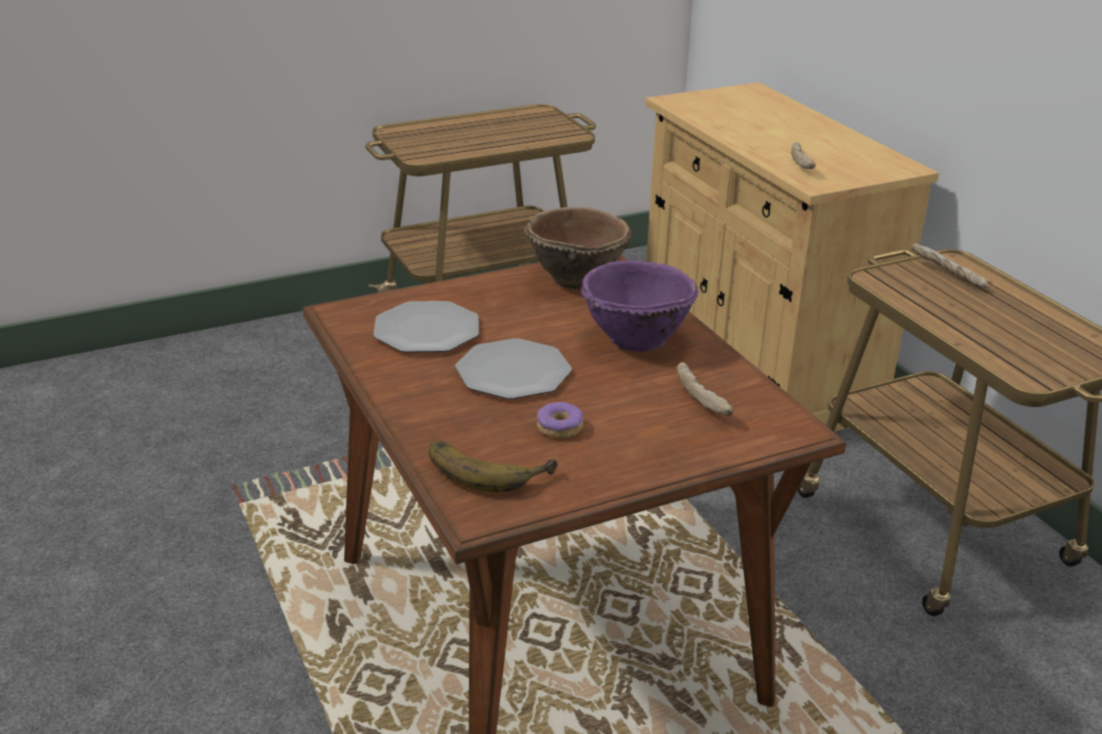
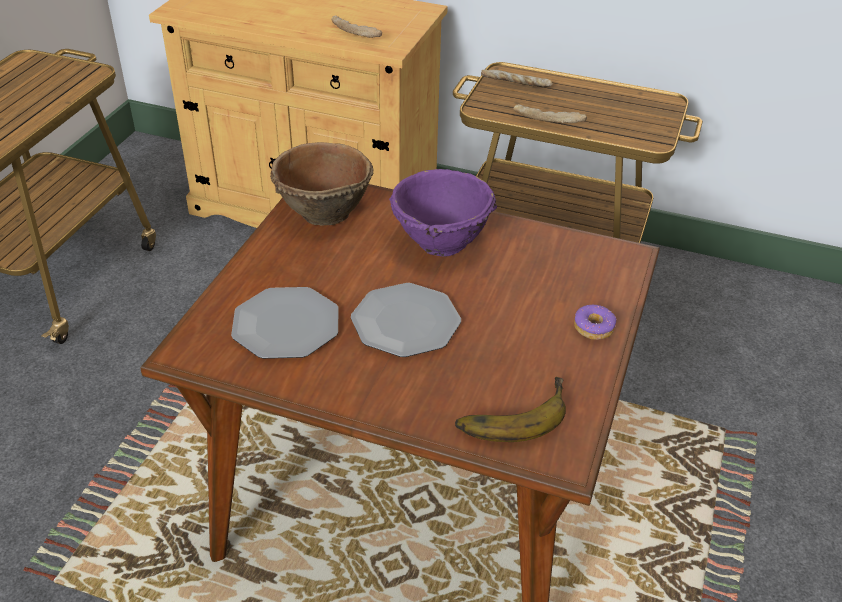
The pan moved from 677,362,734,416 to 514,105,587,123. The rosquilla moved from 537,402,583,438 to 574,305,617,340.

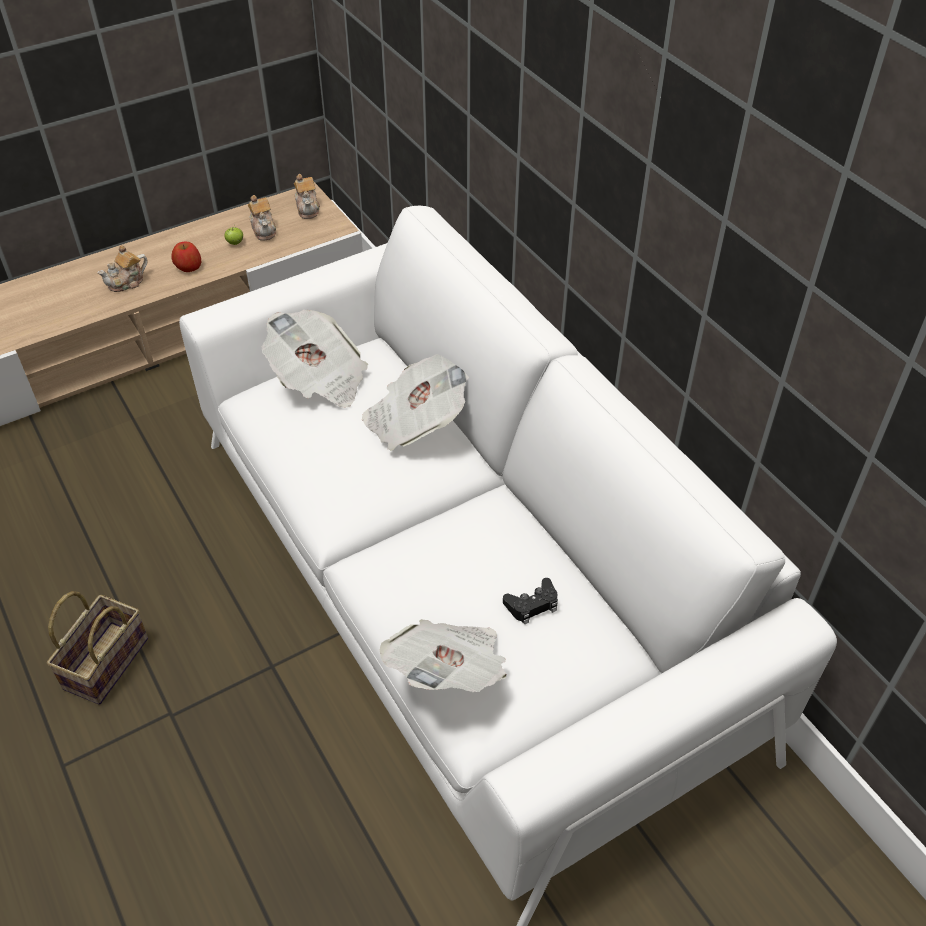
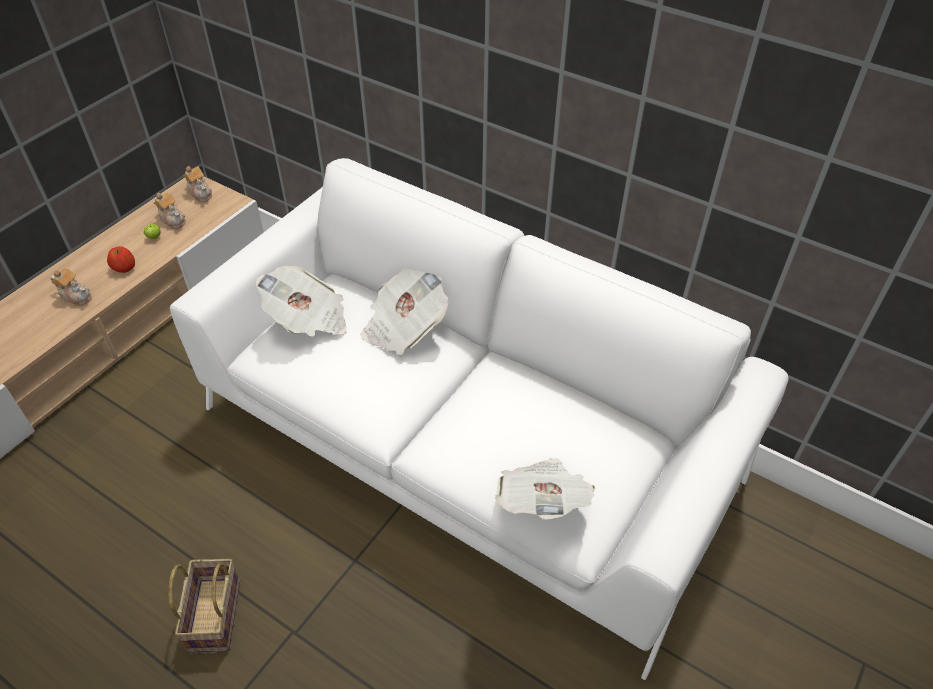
The tetera at 98,245,148,292 turned 90 degrees counterclockwise. The mando de consola [negro] at 503,578,558,624 disappeared.

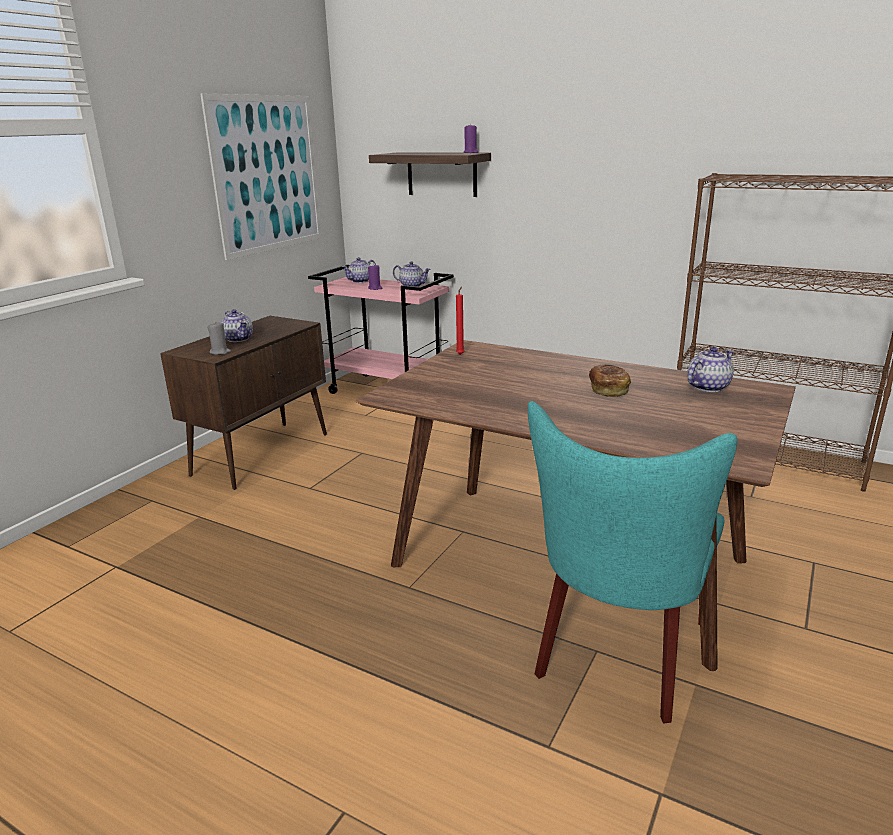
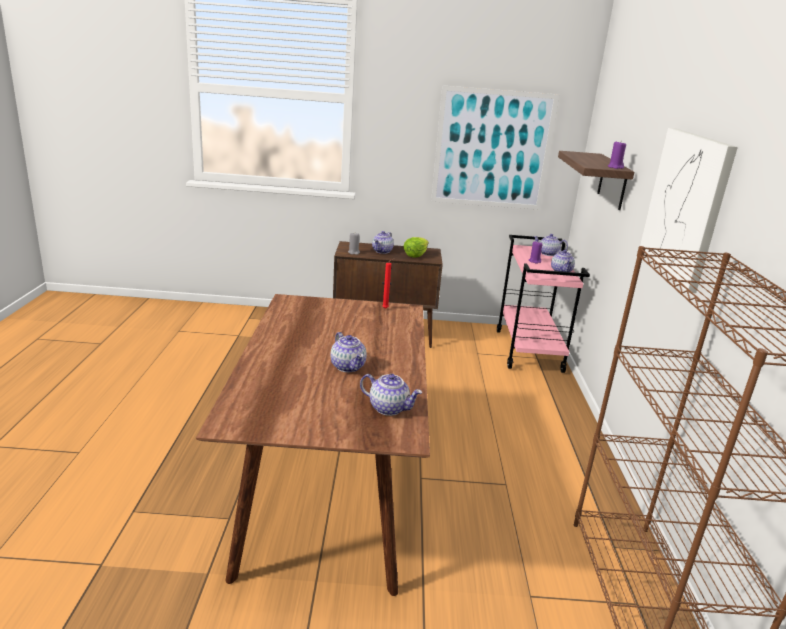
The pan at 589,364,631,397 was replaced by the tetera at 330,332,367,372. The lechuga at 403,237,429,258 appeared. The cuadro at 640,128,738,293 appeared. The silla [turquesa] at 528,401,737,723 disappeared.

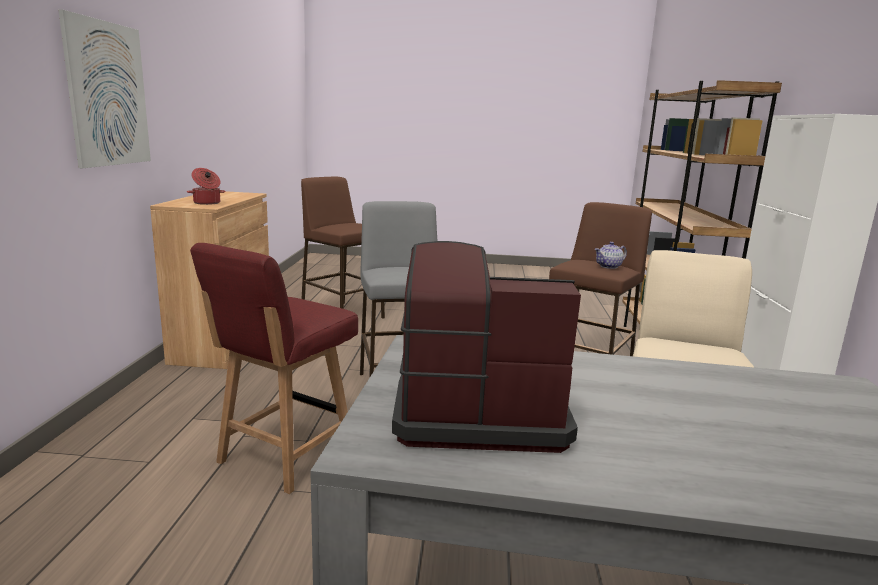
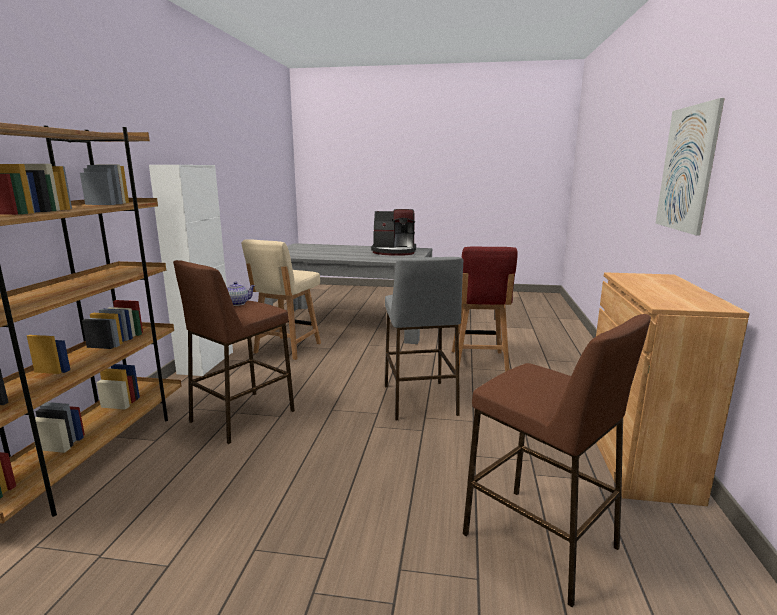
The silla [rojo] at 190,243,358,494 turned 150 degrees clockwise. The olla at 187,168,226,205 disappeared.

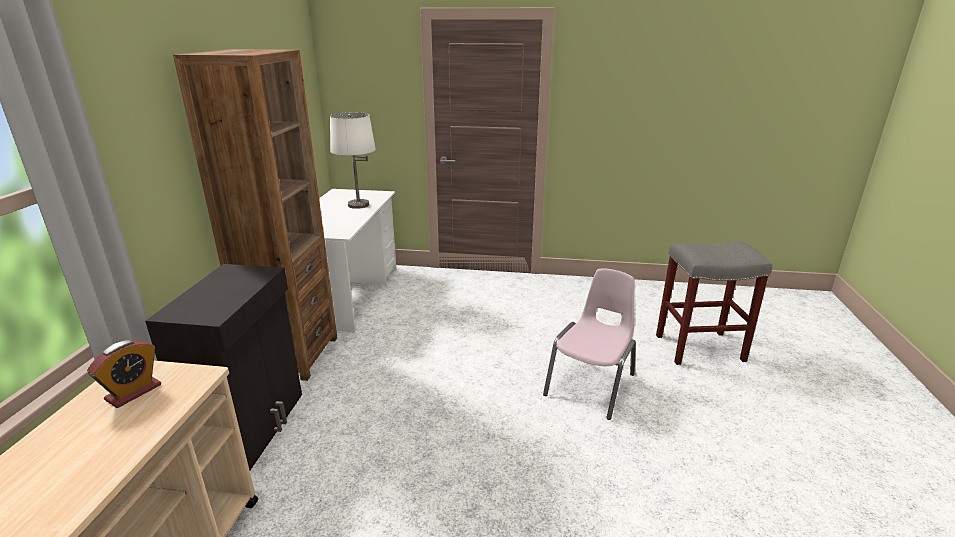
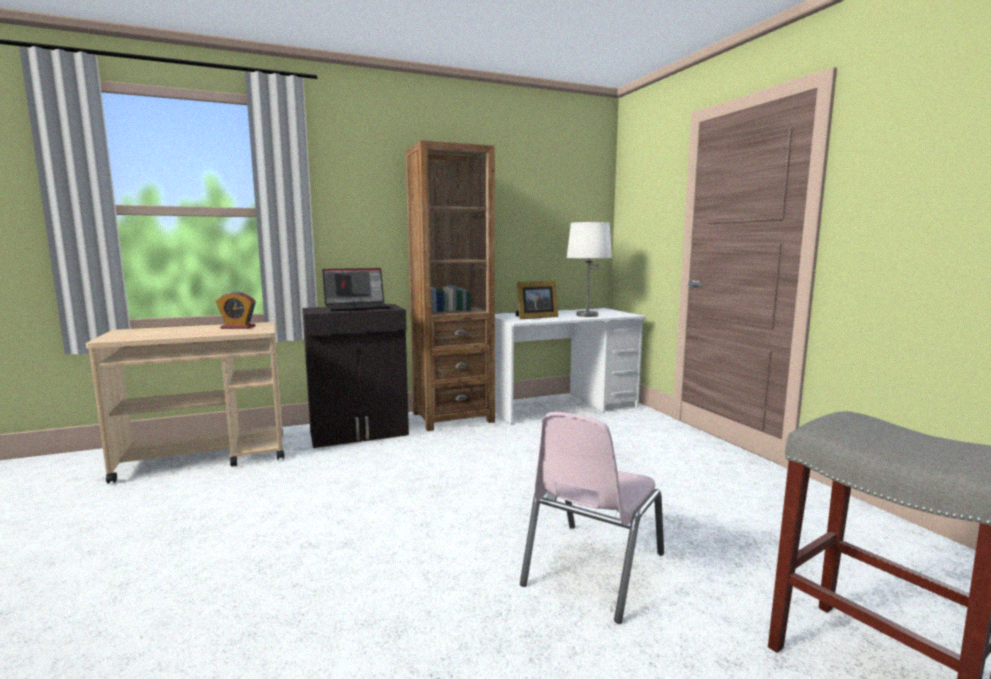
The portátil at 322,268,391,311 appeared. The portarretratos at 516,281,558,319 appeared. The silla [rosa] at 543,268,636,420 turned 120 degrees clockwise.

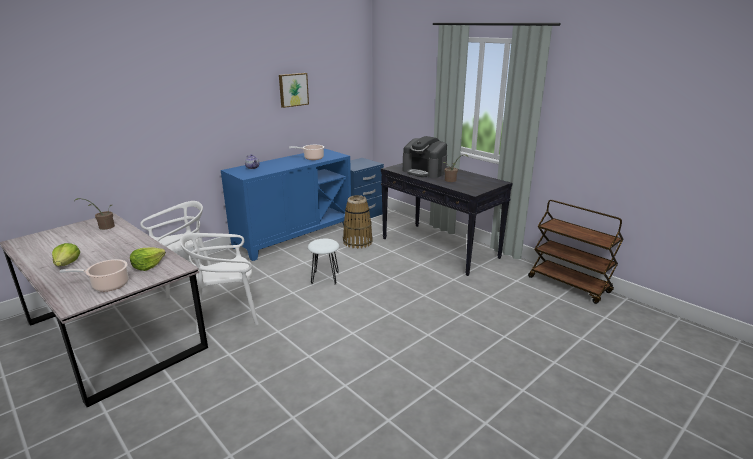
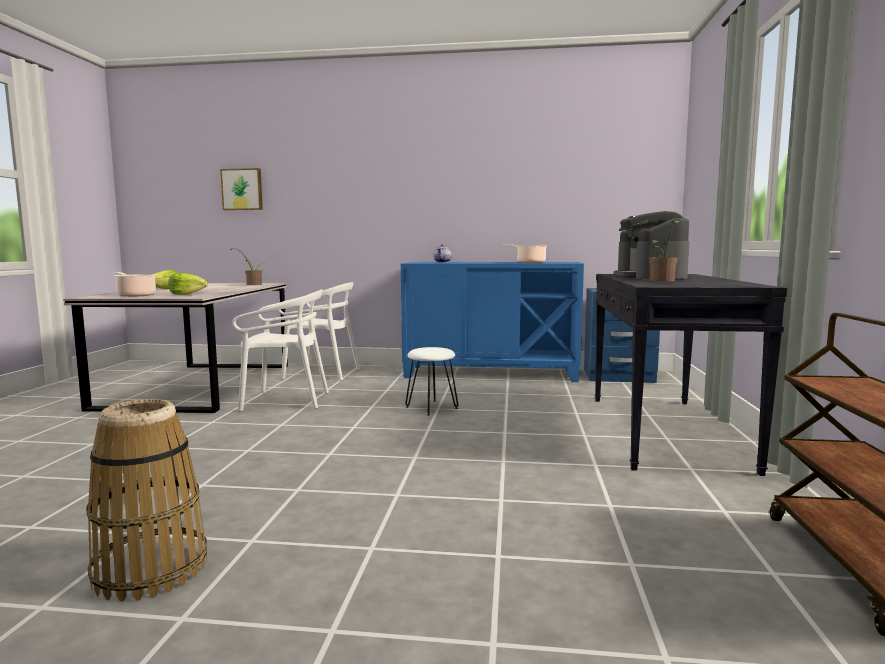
The cesta moved from 343,195,373,249 to 86,399,207,602. The cuadro moved from 279,73,309,108 to 220,168,263,210. The silla [blanco] at 180,233,259,333 turned 150 degrees clockwise.

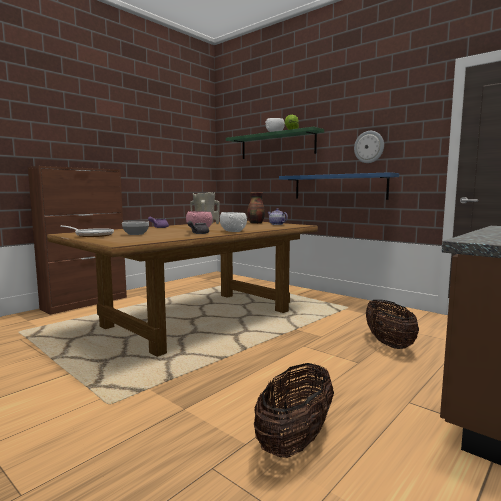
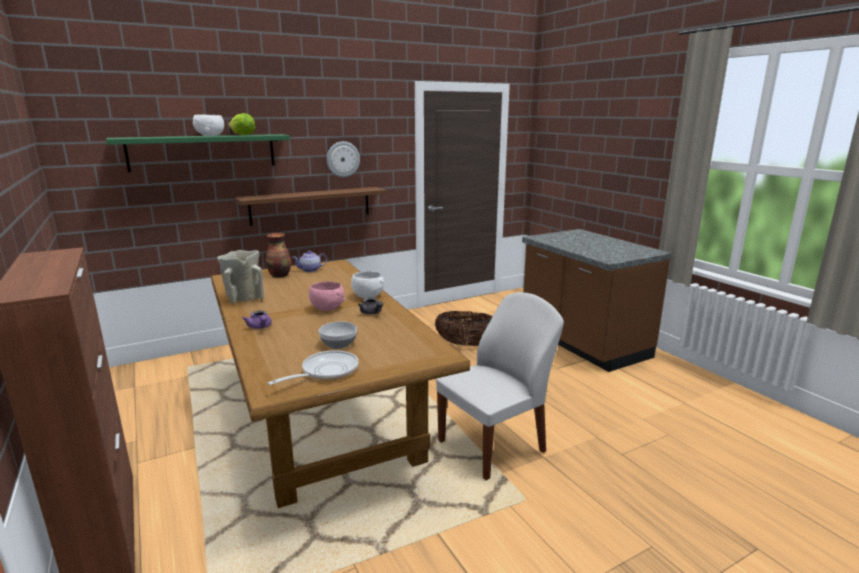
The estante [azul] at 279,172,399,200 became the estante [marrón] at 235,187,386,226. The silla [blanco] at 436,292,564,480 appeared. The cesta at 254,363,334,458 disappeared.

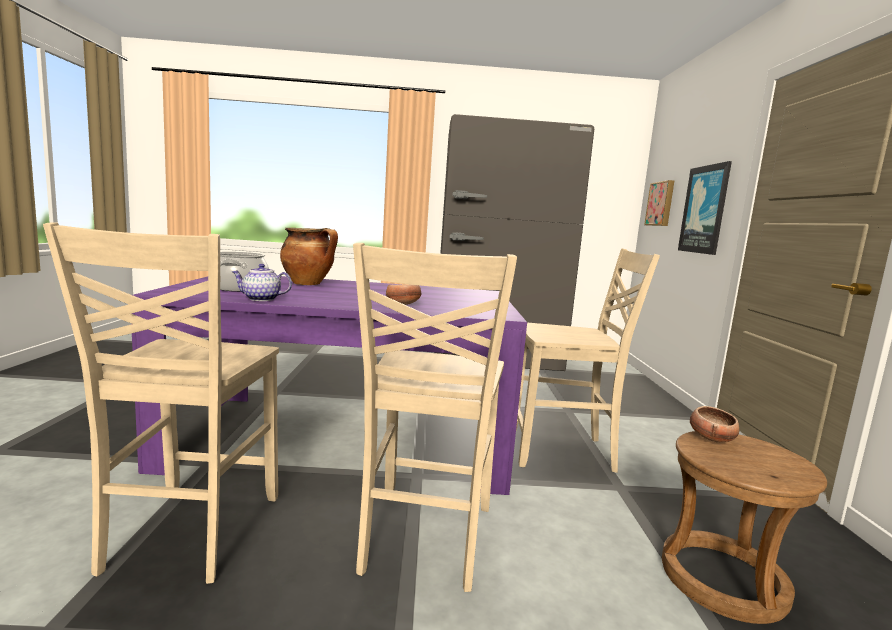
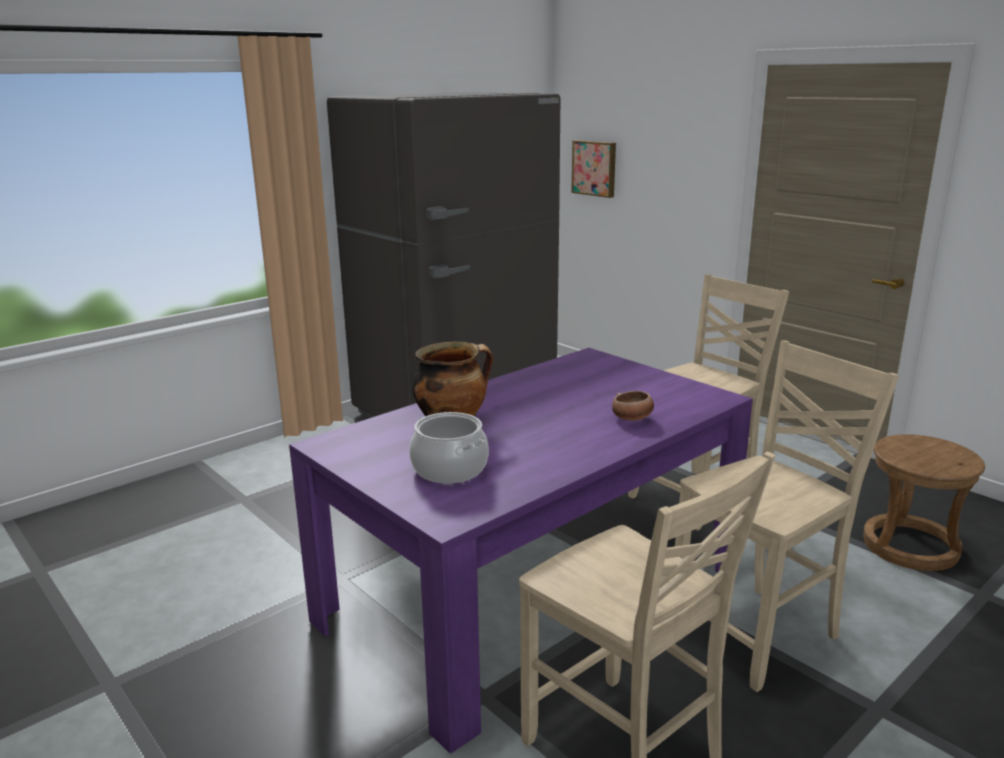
The silla [beis] at 353,243,517,592 turned 90 degrees counterclockwise. The tetera at 232,264,292,301 disappeared. The cuadro at 678,161,732,255 disappeared. The cuenco at 690,406,739,442 disappeared.

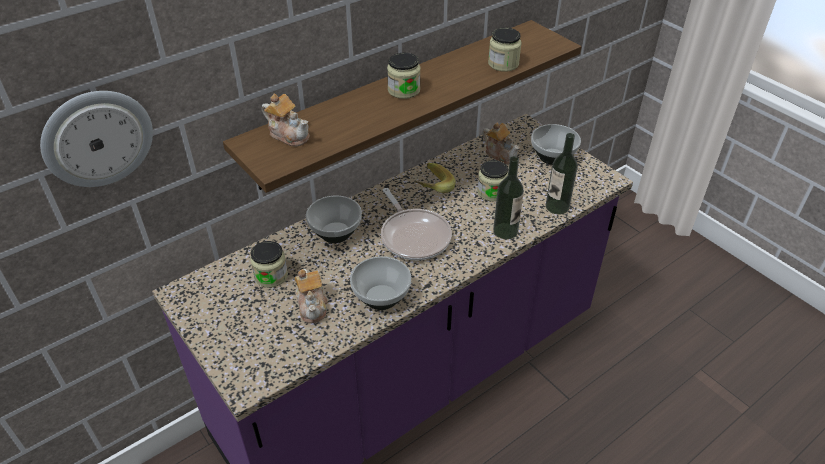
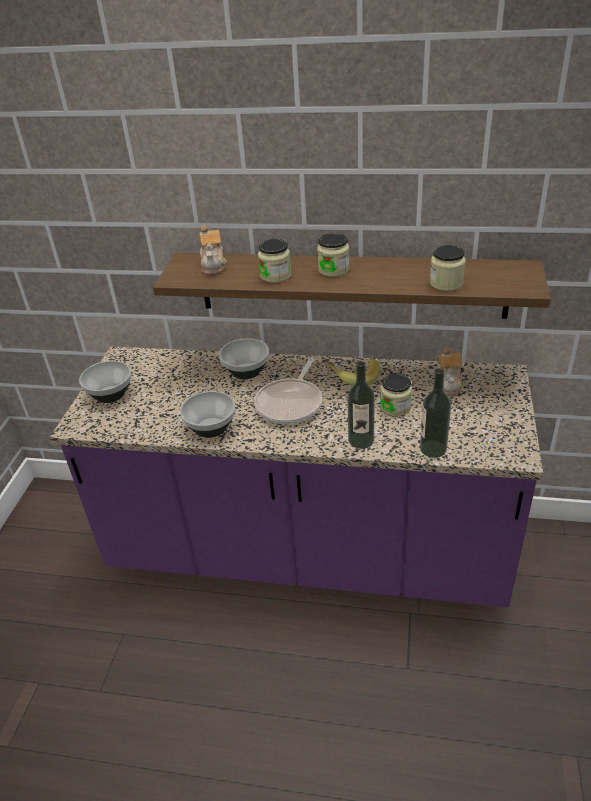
The cuenco moved from 531,124,581,165 to 79,361,131,403. The tarro moved from 250,241,288,288 to 258,239,291,283. The reloj de pared at 40,91,153,187 disappeared. The tetera at 295,269,328,323 disappeared.

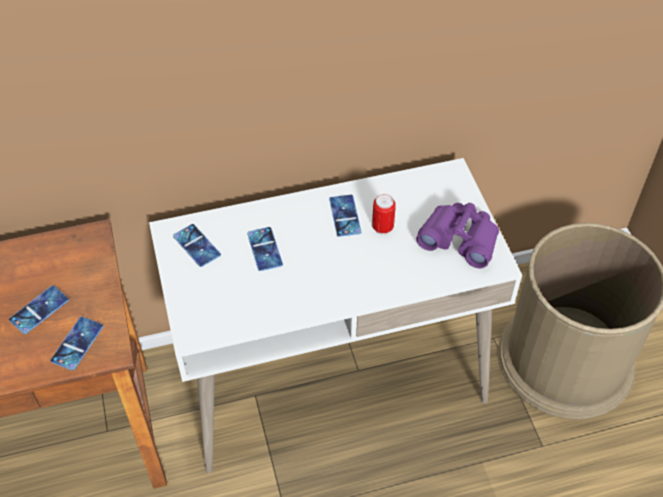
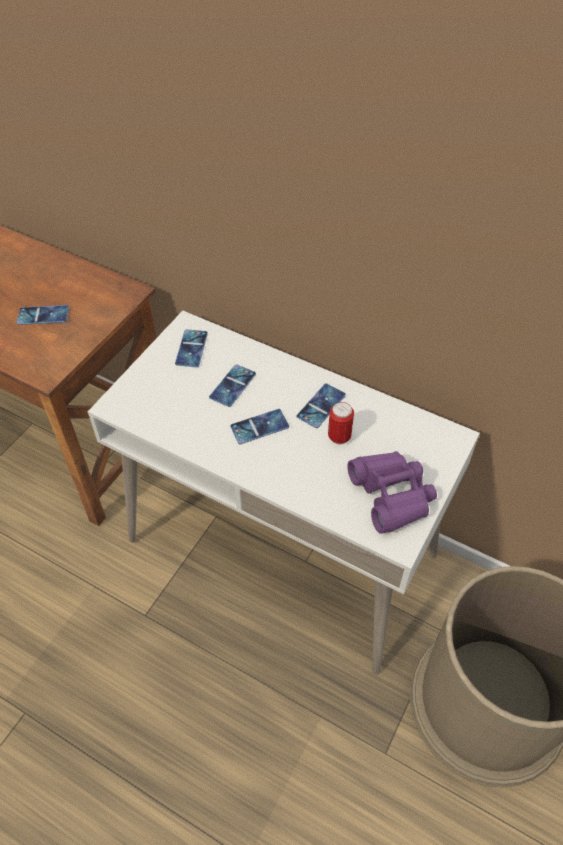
The móvil moved from 50,317,104,371 to 230,409,289,444.

